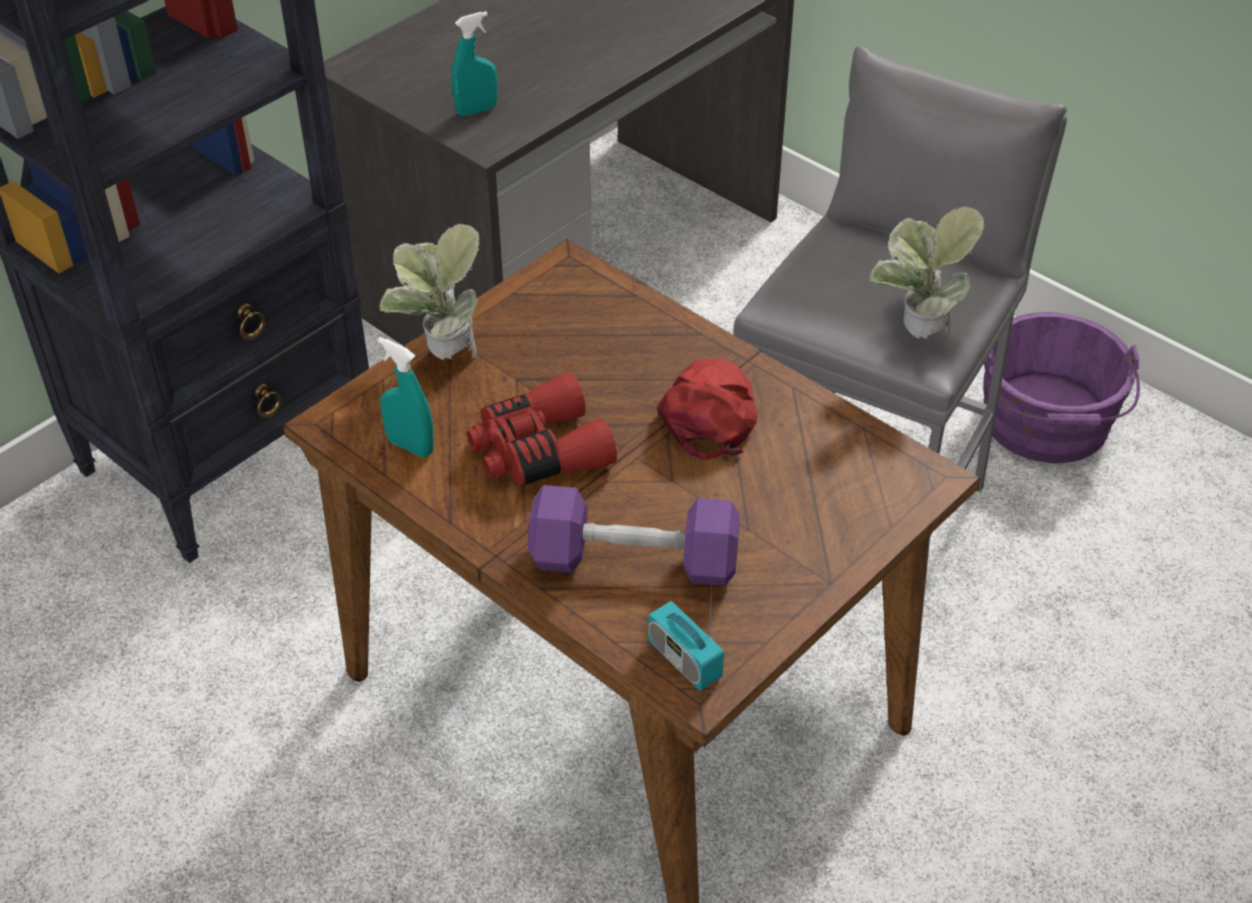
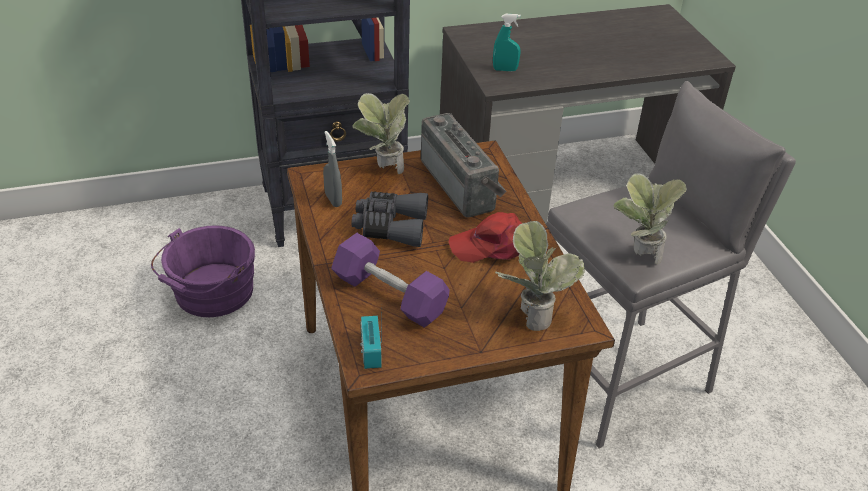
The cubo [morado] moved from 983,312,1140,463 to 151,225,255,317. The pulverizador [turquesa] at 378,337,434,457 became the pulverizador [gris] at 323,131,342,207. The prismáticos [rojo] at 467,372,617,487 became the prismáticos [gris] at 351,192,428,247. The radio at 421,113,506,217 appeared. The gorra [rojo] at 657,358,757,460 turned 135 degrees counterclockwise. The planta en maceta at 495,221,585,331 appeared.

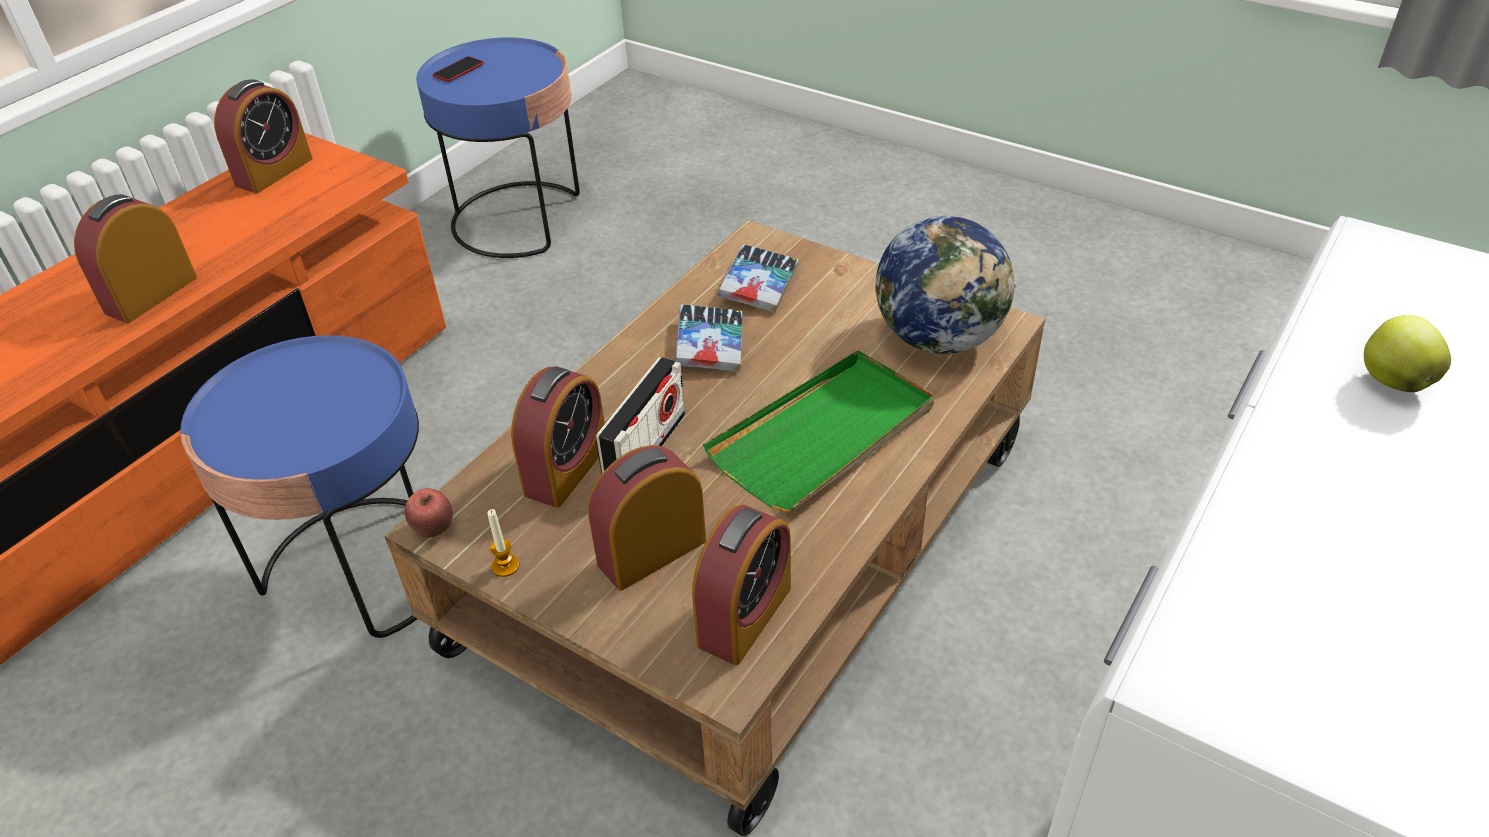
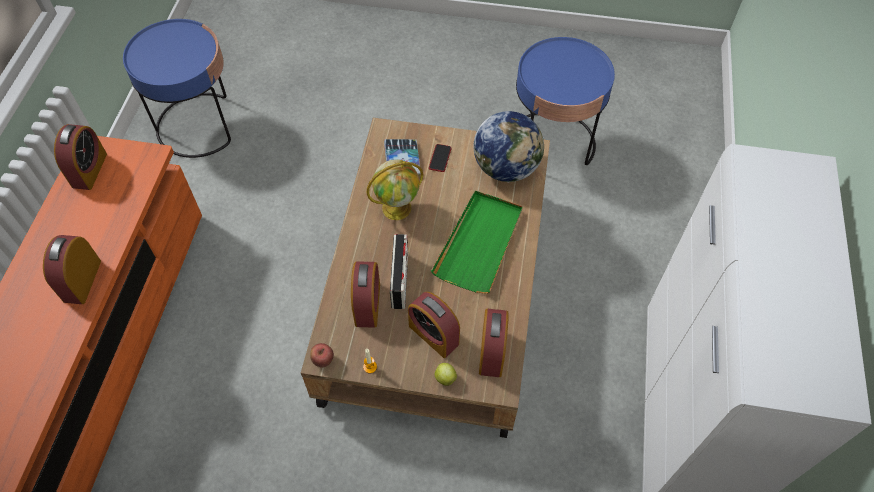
The libro at 675,304,742,372 was replaced by the globo terráqueo at 366,159,424,220. The despertador at 588,445,706,591 turned 75 degrees counterclockwise. The móvil moved from 433,56,484,82 to 429,144,452,172. The manzana moved from 1364,315,1451,392 to 434,363,457,386. The mesa auxiliar [azul] moved from 180,335,419,638 to 516,37,615,165.

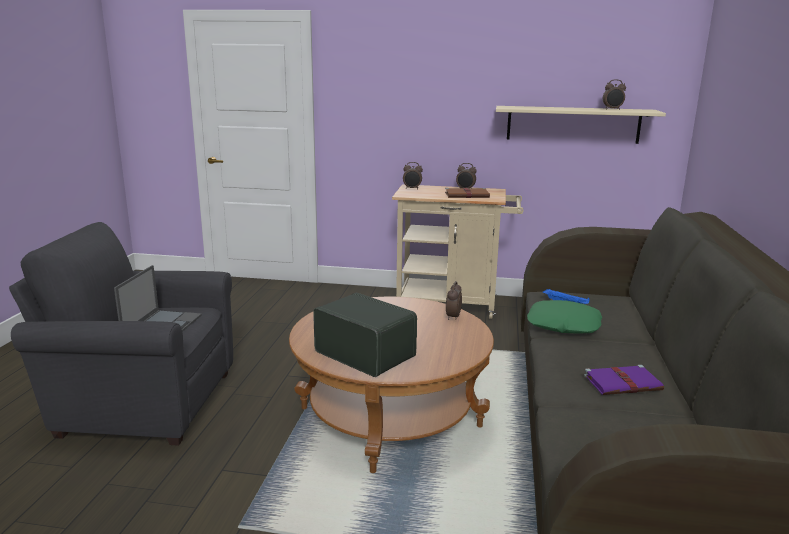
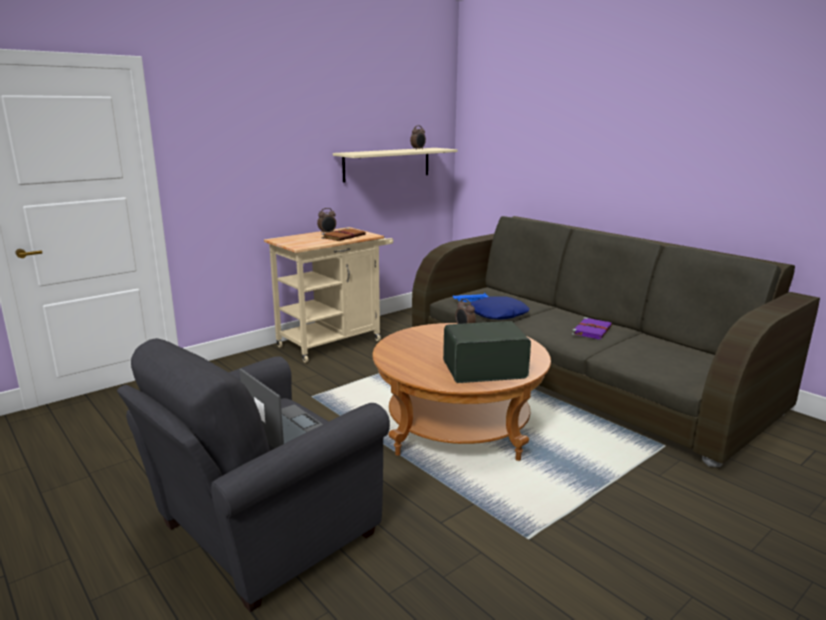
The cojín [verde] at 527,300,603,334 became the cojín [azul] at 471,296,530,320. The despertador at 403,162,423,190 disappeared.

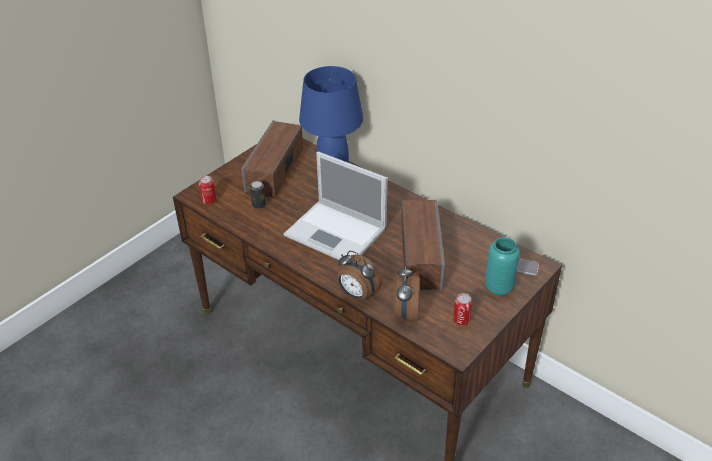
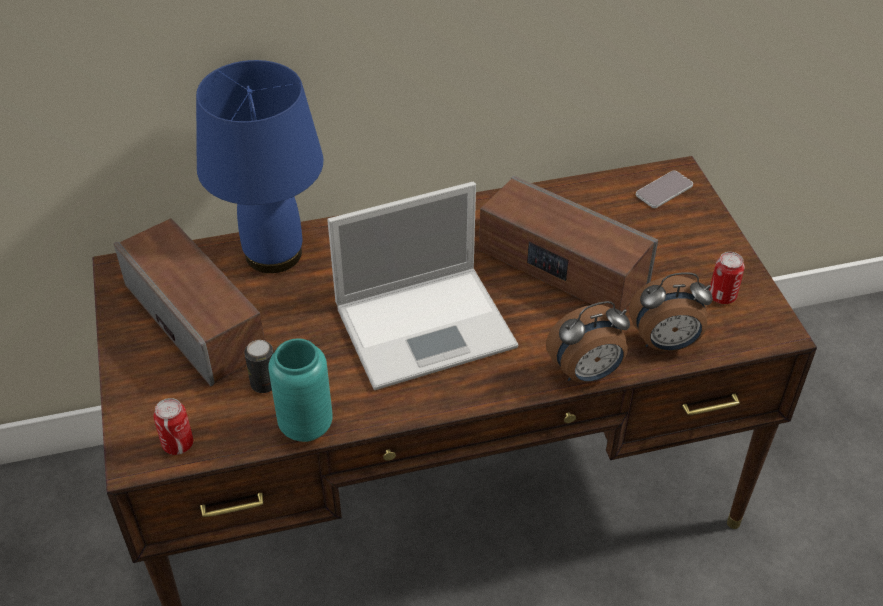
The florero [turquesa] moved from 485,237,520,296 to 268,339,333,442. The despertador at 393,265,419,323 turned 45 degrees counterclockwise.

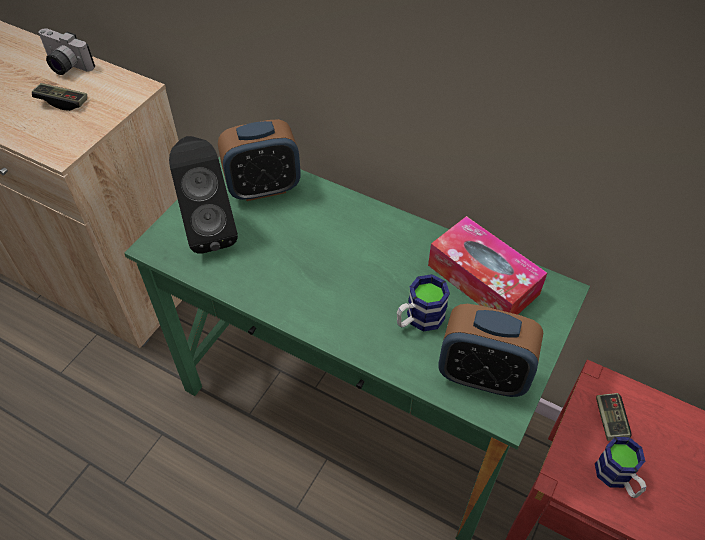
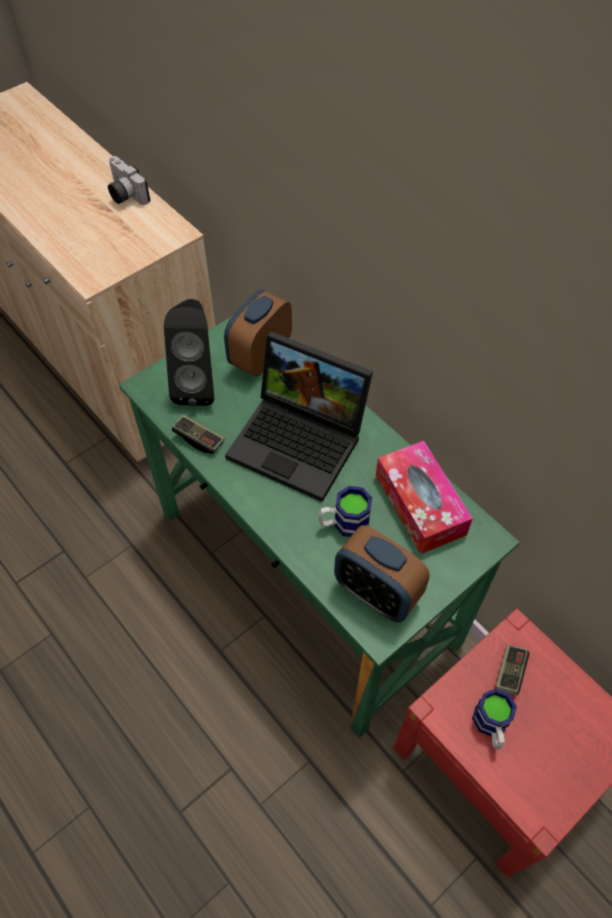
The mando de consola moved from 32,83,87,111 to 172,415,225,454. The despertador at 218,119,301,201 turned 120 degrees clockwise. The portátil at 225,332,373,502 appeared.

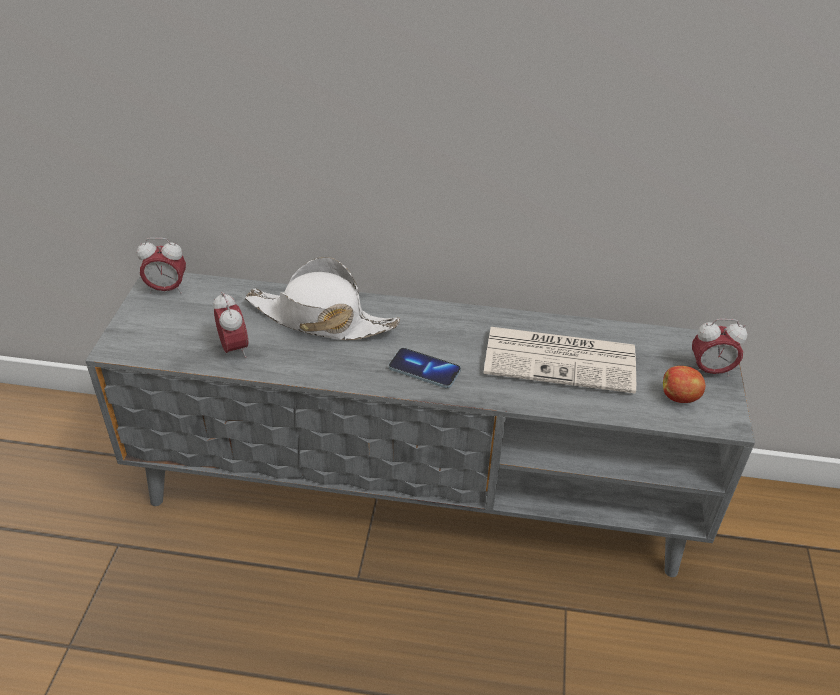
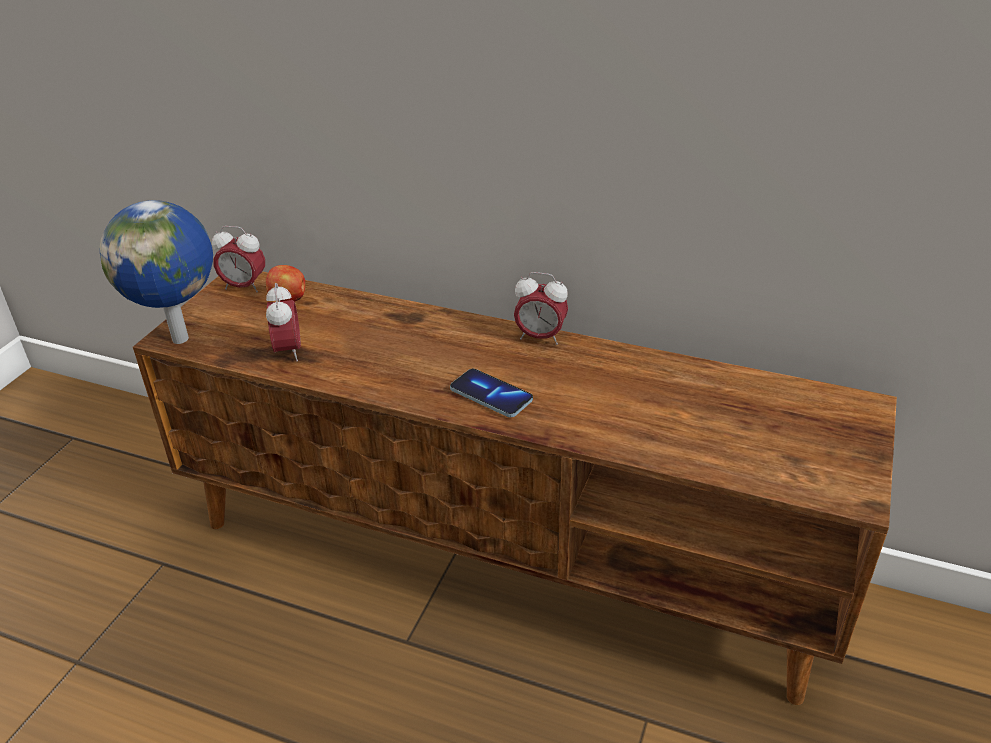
The globo terráqueo at 100,200,213,344 appeared. The mueble de televisión [gris] at 85,273,755,577 became the mueble de televisión [marrón] at 133,271,897,705. The manzana moved from 663,366,705,403 to 266,265,305,302. The despertador moved from 692,319,747,377 to 514,272,568,345. The sombrero [blanco] at 245,257,400,340 disappeared. The periódico at 483,327,636,394 disappeared.

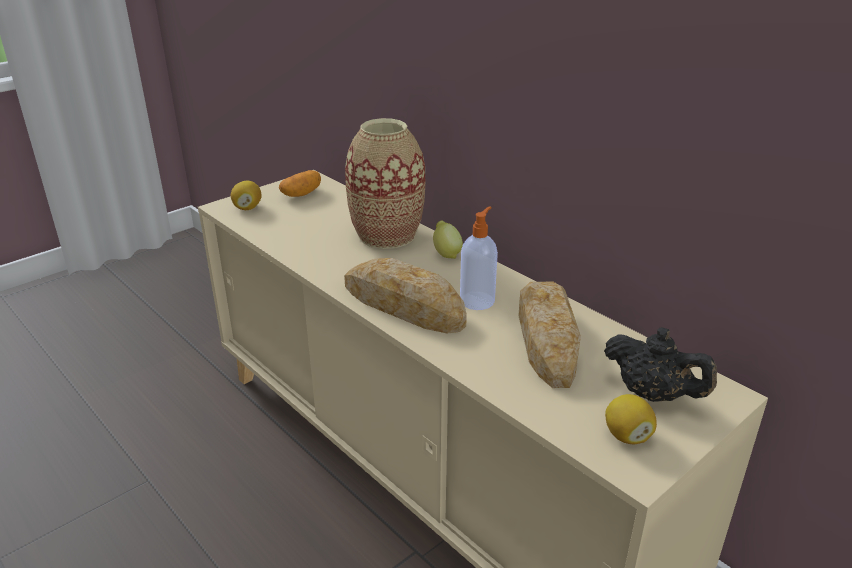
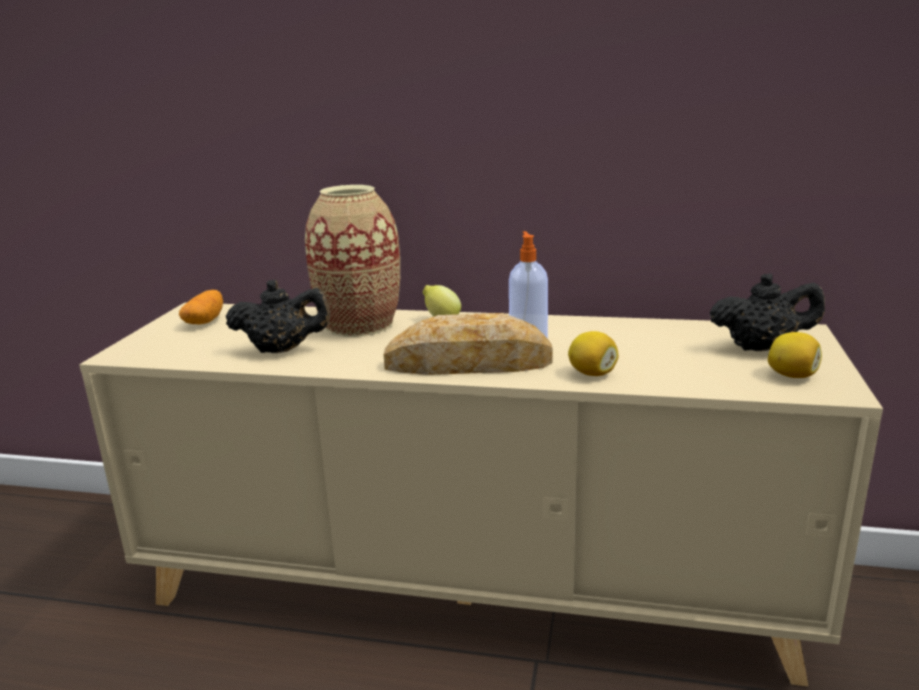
The tetera [negro] at 226,280,331,353 appeared. The limón moved from 231,181,262,210 to 568,331,619,376. The pan at 518,282,581,388 disappeared.

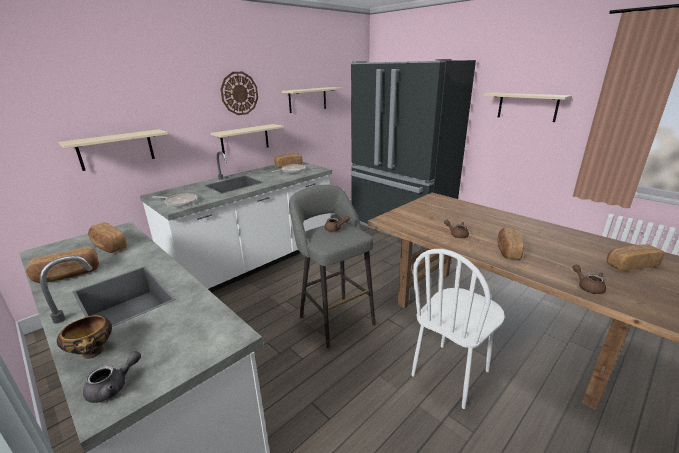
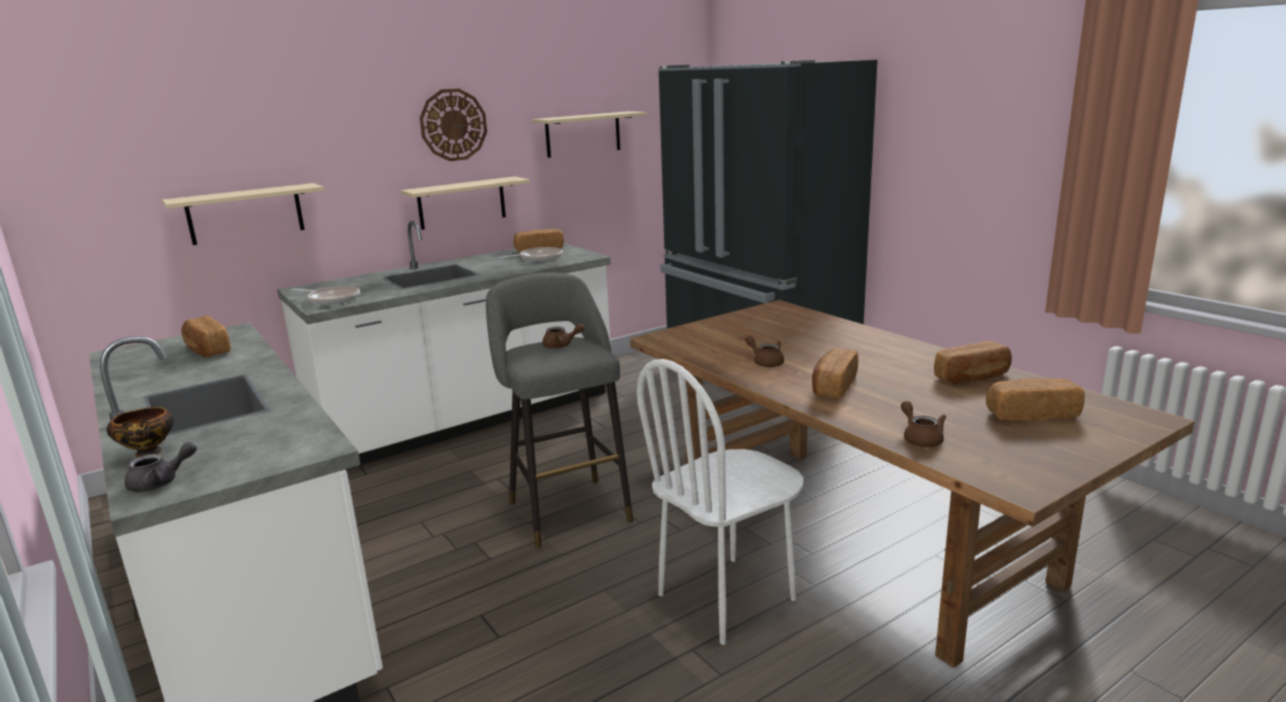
The pan moved from 26,247,99,283 to 934,341,1012,384. The estante [beis] at 484,92,572,122 disappeared.

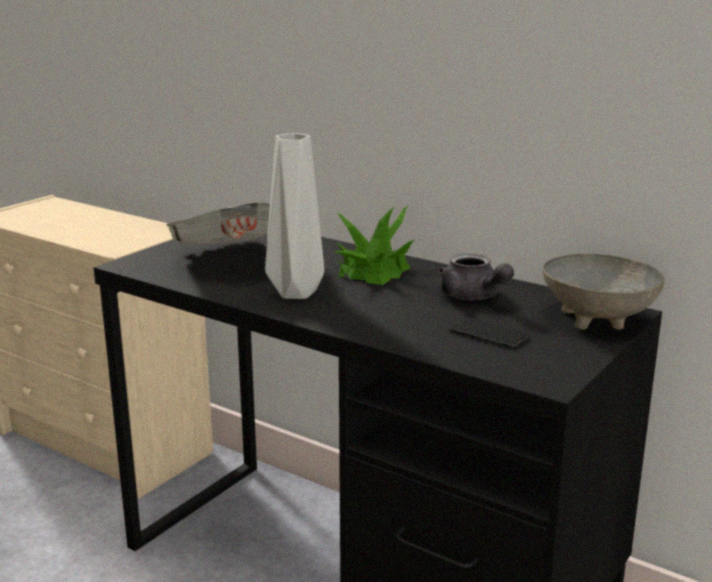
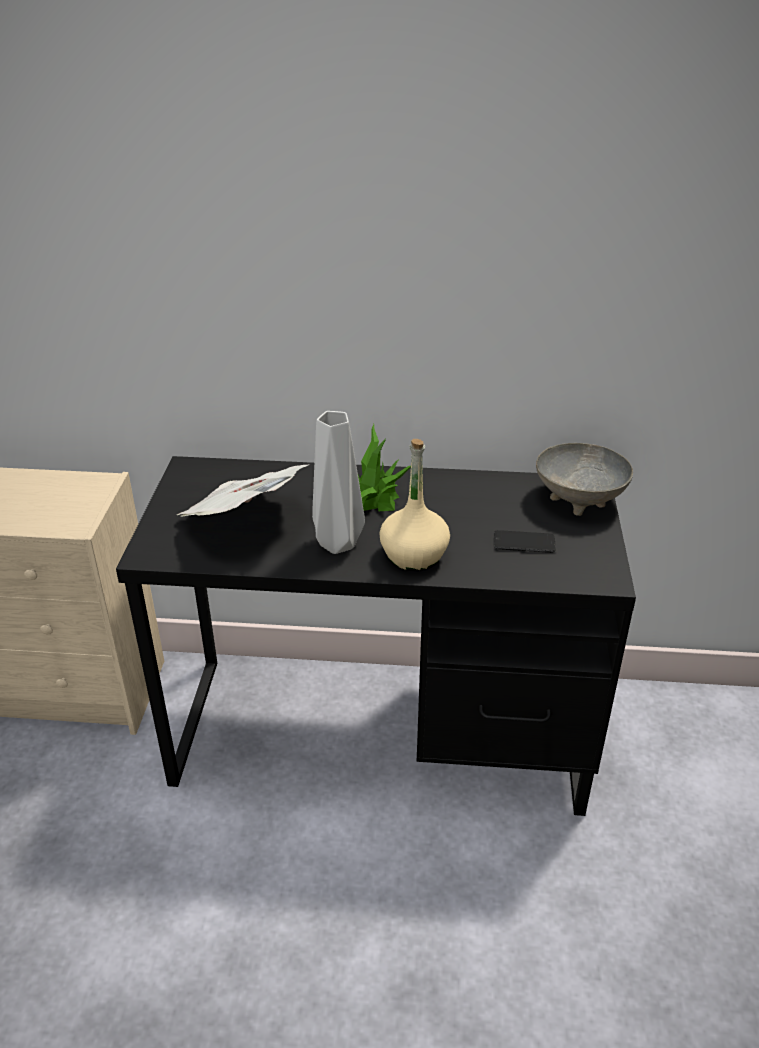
The botella [beis] at 380,439,450,571 appeared. The tetera [gris] at 438,253,514,300 disappeared.

